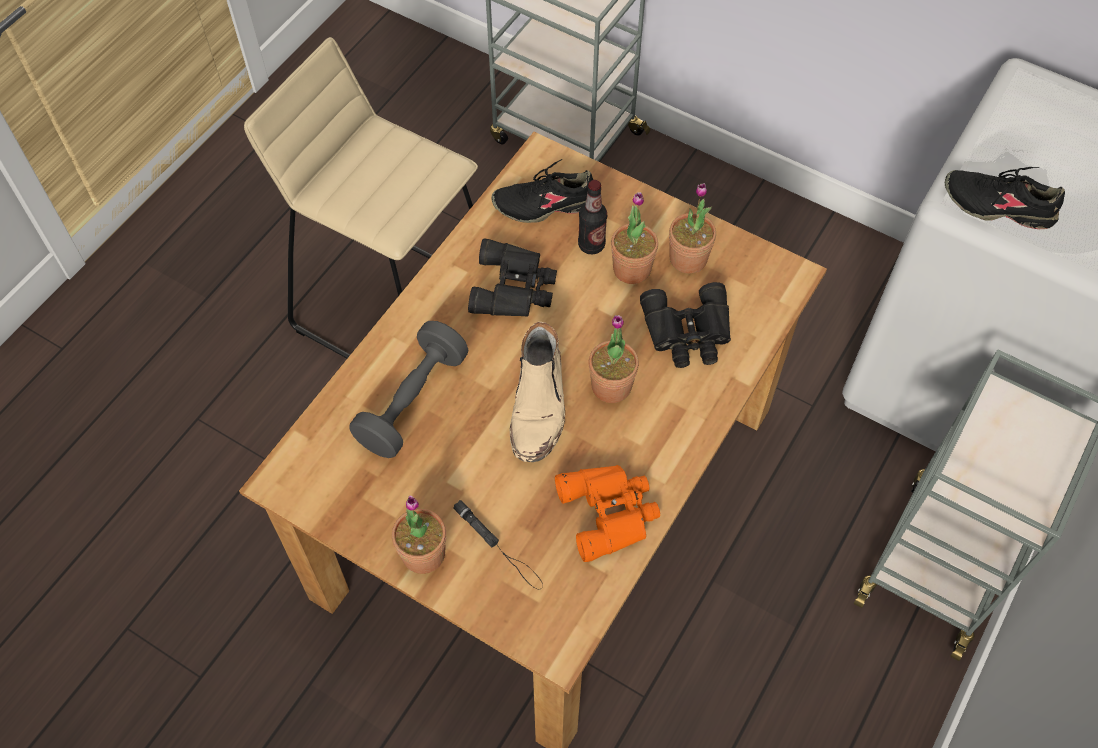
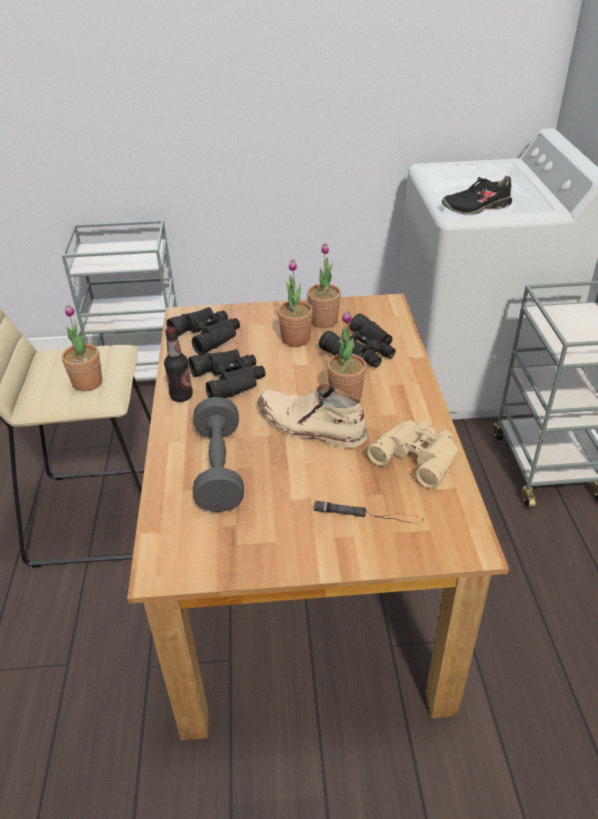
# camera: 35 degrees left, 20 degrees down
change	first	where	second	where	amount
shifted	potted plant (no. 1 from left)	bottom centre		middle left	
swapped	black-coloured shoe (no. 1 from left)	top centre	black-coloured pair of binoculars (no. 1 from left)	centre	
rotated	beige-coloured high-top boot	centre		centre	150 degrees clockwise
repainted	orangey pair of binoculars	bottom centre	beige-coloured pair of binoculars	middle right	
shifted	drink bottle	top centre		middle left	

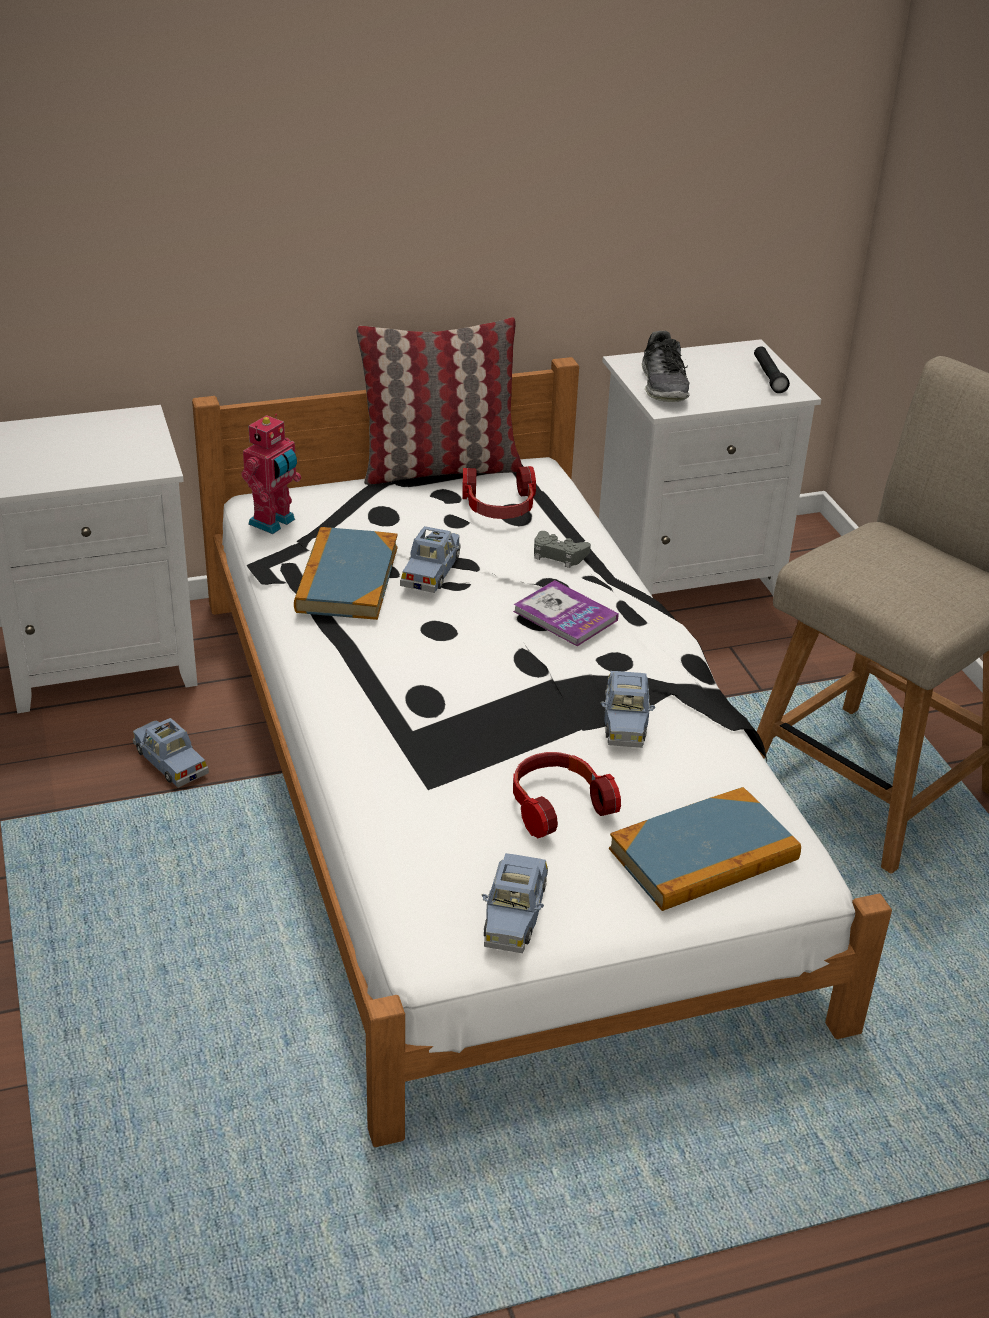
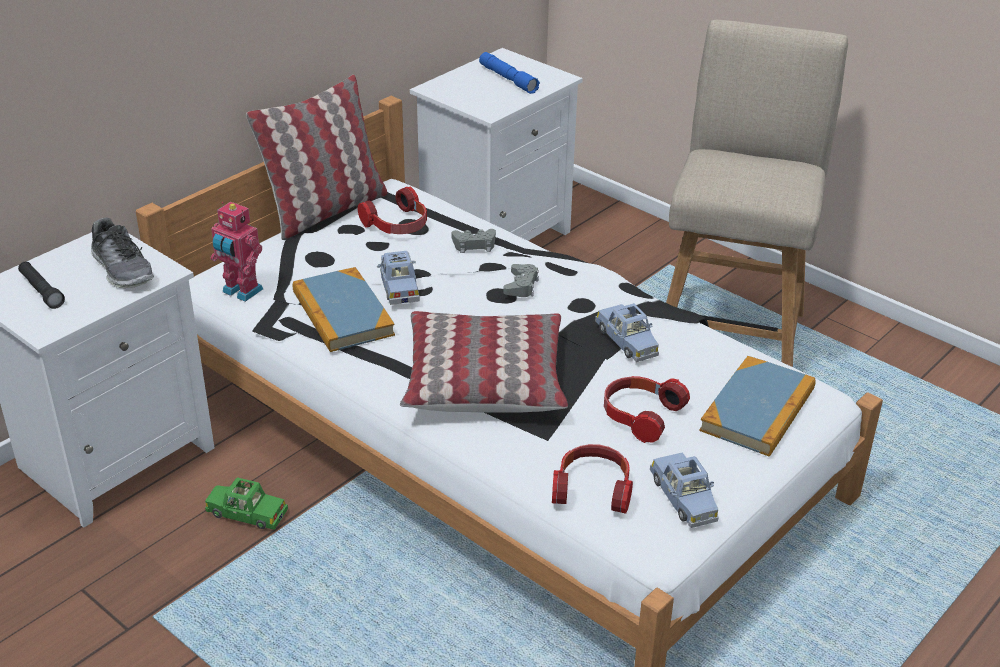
# camera: 30 degrees left, 0 degrees up
change	first	where	second	where	amount
repainted	blue miniature car (no. 1 from left)	middle left	green-coloured miniature car	bottom left	
rotated	model robot	middle left		middle left	120 degrees clockwise
swapped	book (no. 2 from left)	centre	greyish joypad (no. 2 from left)	centre	
shifted	shoe	top right		middle left	
shifted	black-coloured flashlight	top right		middle left	
new			throw pillow (no. 2 from left)	centre	
new			blue flashlight	top centre	
new			pair of headphones (no. 2 from left)	bottom centre	

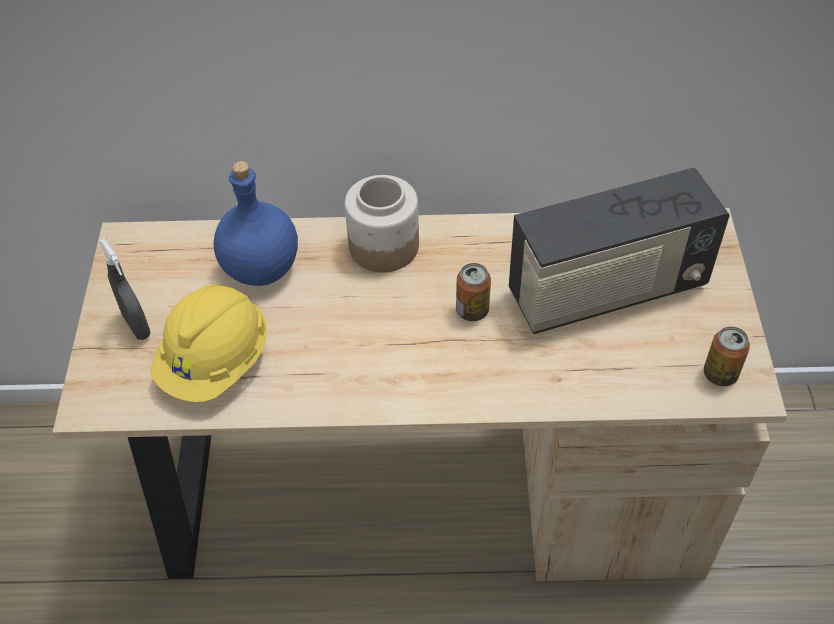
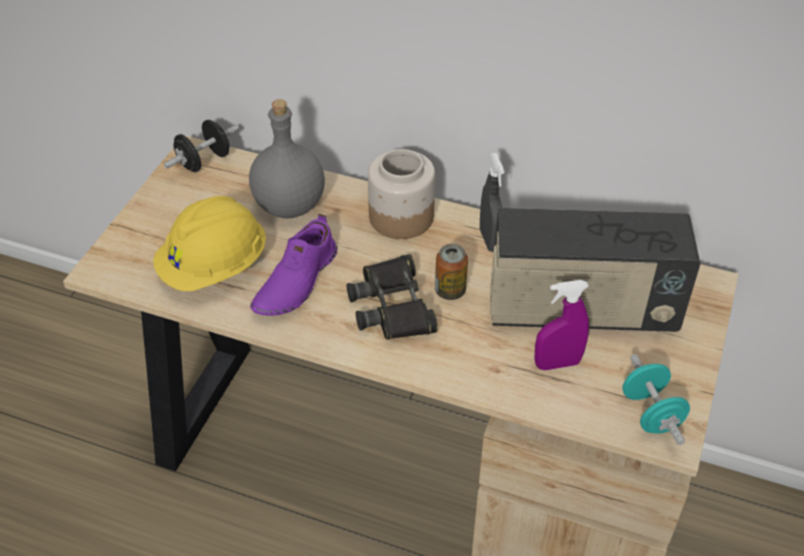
# camera: 20 degrees right, 5 degrees down
change	first	where	second	where	amount
shifted	greyish spray bottle	middle left		centre	
repainted	blue drink bottle	middle left	greyish drink bottle	top centre	
swapped	can (no. 2 from left)	middle right	turquoise-coloured hand weight	bottom right	
new			black-coloured hand weight	top left	
new			purple shoe	centre	
new			black-coloured pair of binoculars	centre	
new			purple spray bottle	middle right	

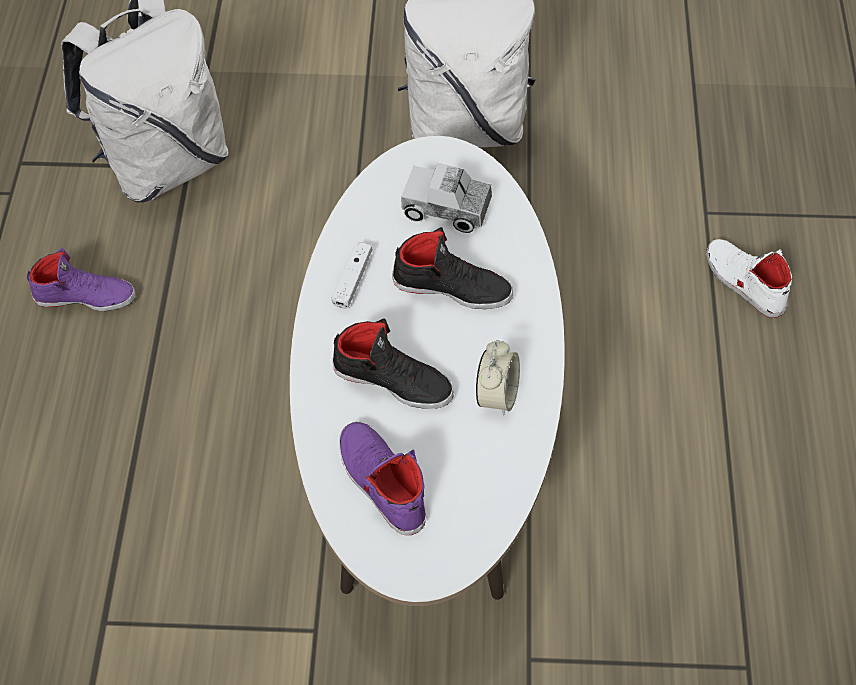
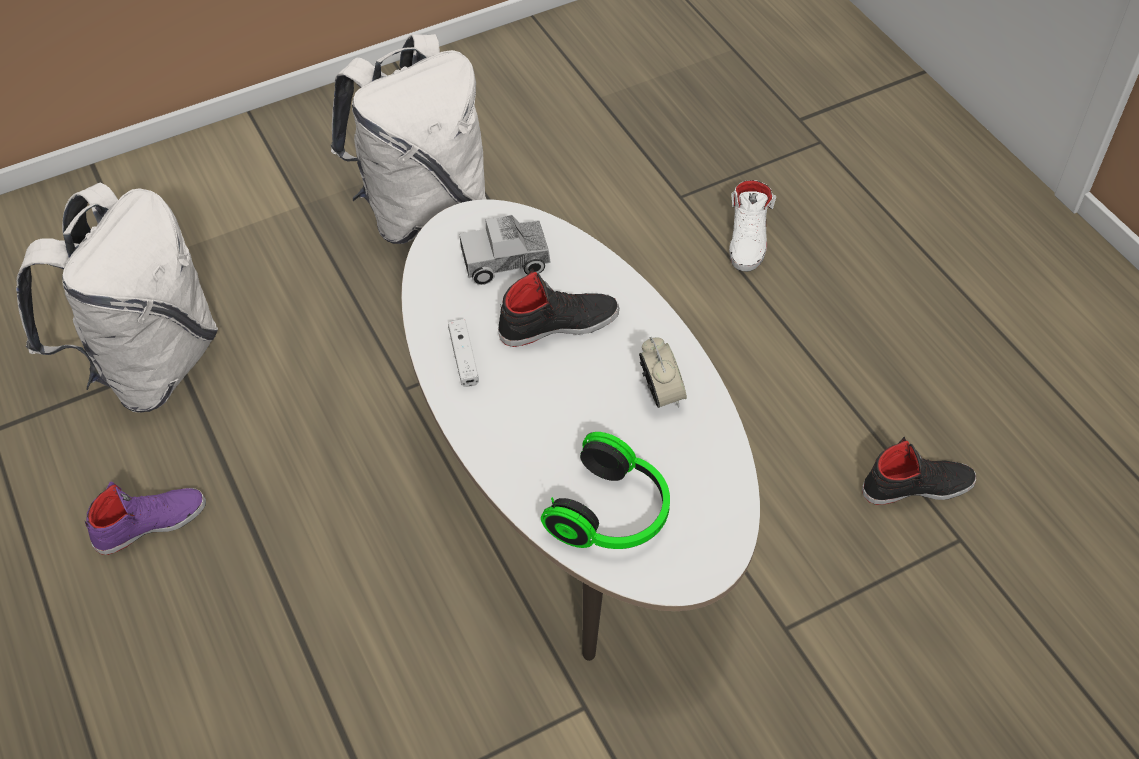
# camera: 30 degrees left, 5 degrees down
change	first	where	second	where	amount
shifted	black-coloured shoe (no. 1 from left in the first image)	centre	black-coloured shoe (no. 2 from left)	middle right	
swapped	purple shoe (no. 2 from left)	bottom centre	pair of headphones	centre	
rotated	white-coloured shoe	middle right		top centre	105 degrees counterclockwise

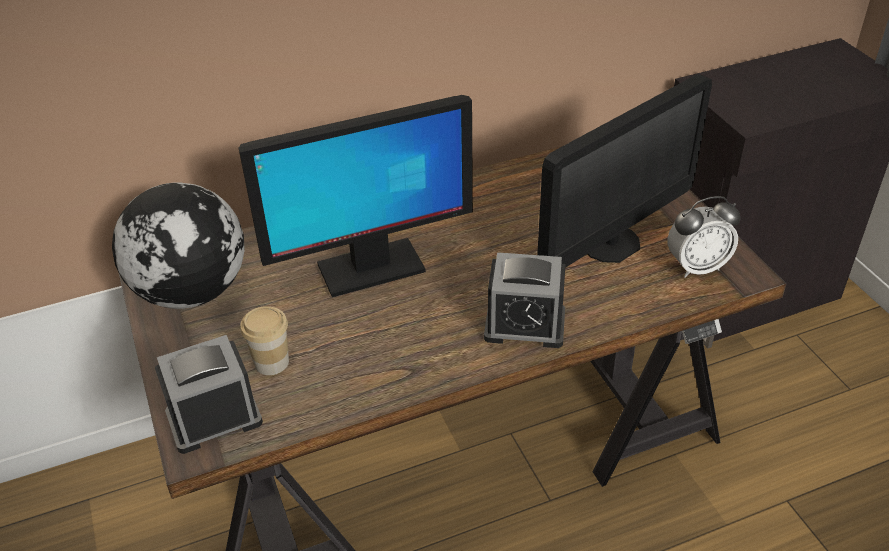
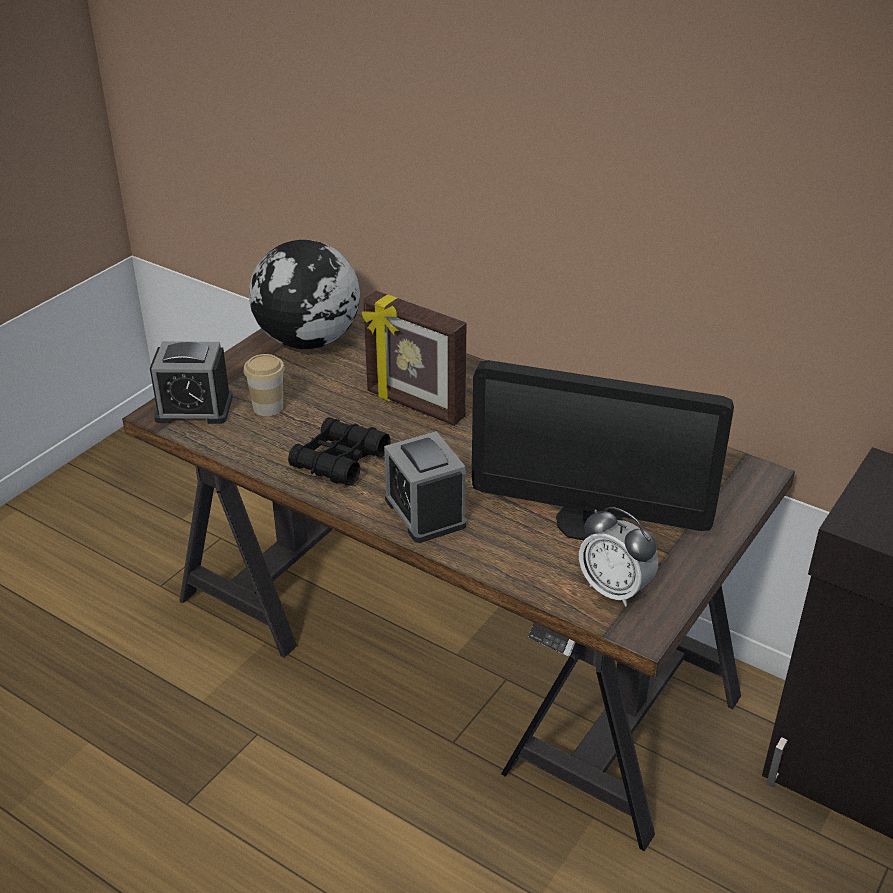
# camera: 55 degrees right, 5 degrees down
change	first	where	second	where	amount
rotated	alarm clock (no. 1 from left)	bottom left		middle left	150 degrees clockwise
swapped	computer display (no. 1 from left)	centre	photo frame	centre	
new			black-coloured pair of binoculars	centre	

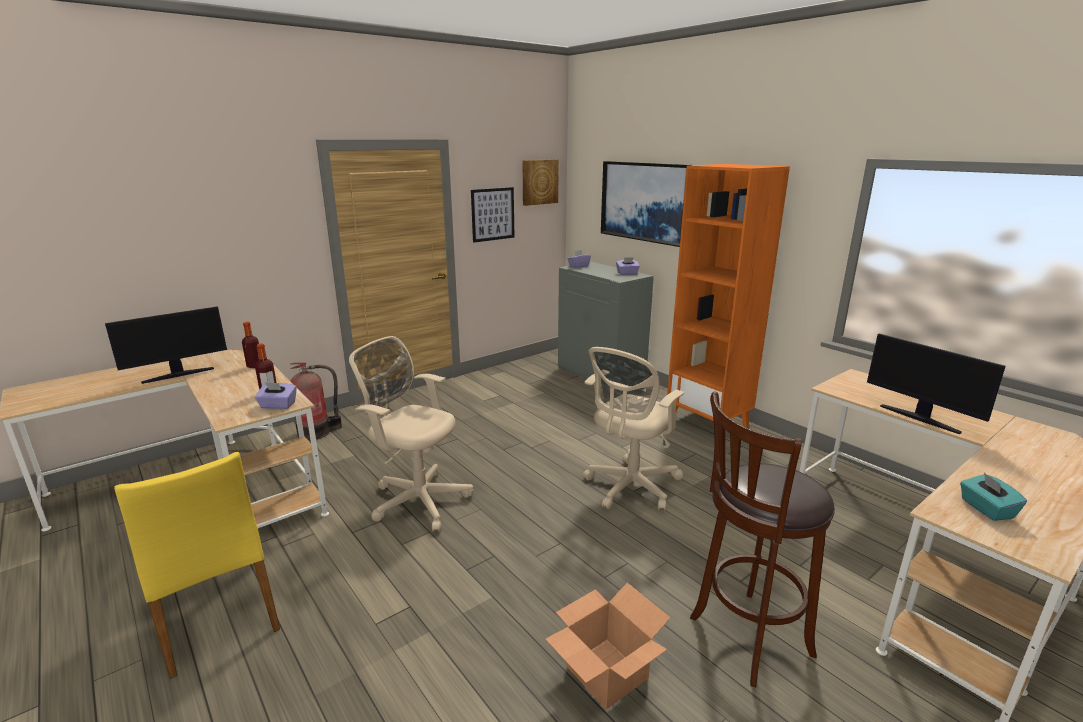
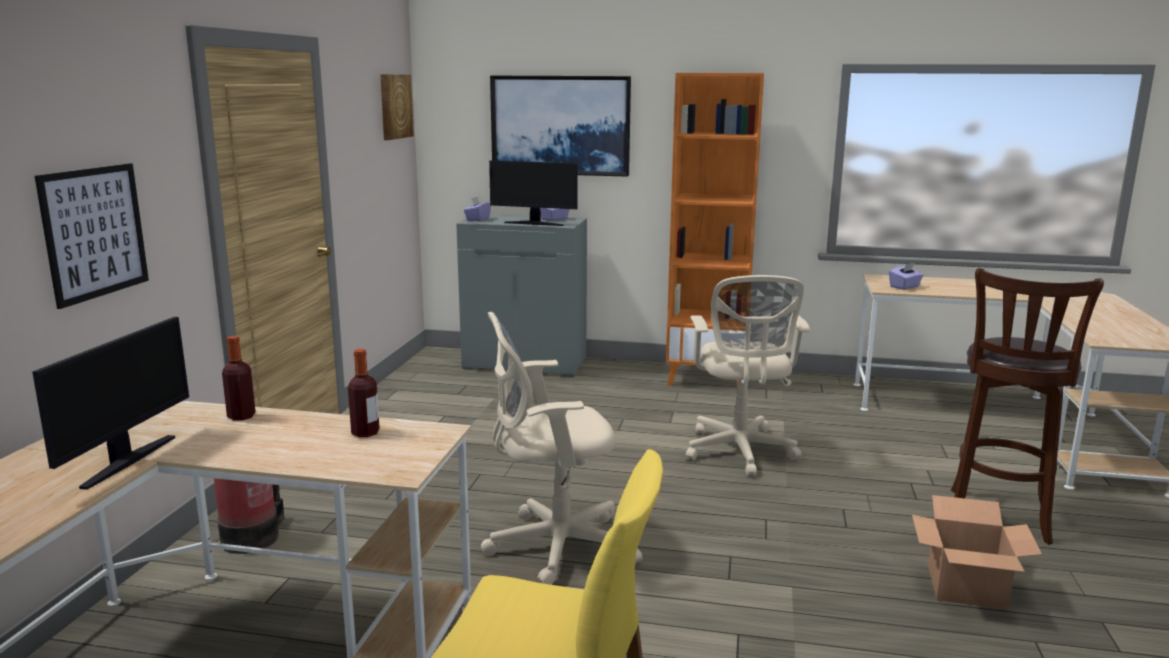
# camera: 40 degrees left, 5 degrees down
change	first	where	second	where	amount
shifted	purple tissue holder (no. 1 from left in the first image)	middle left	purple tissue holder (no. 3 from left)	middle right	
shifted	wall art (no. 1 from left)	top centre		middle left	
shifted	computer display (no. 2 from left)	middle right		top centre	
gone	turquoise-coloured tissue holder	bottom right			

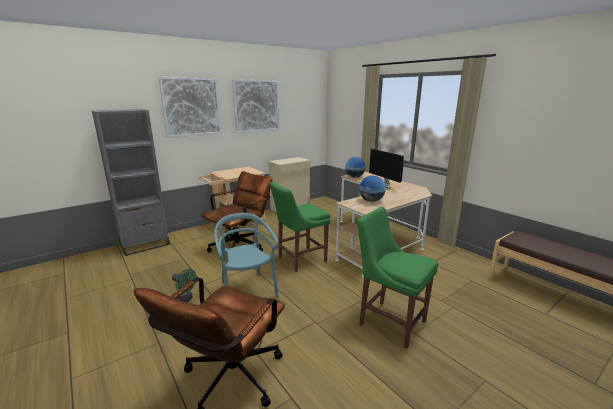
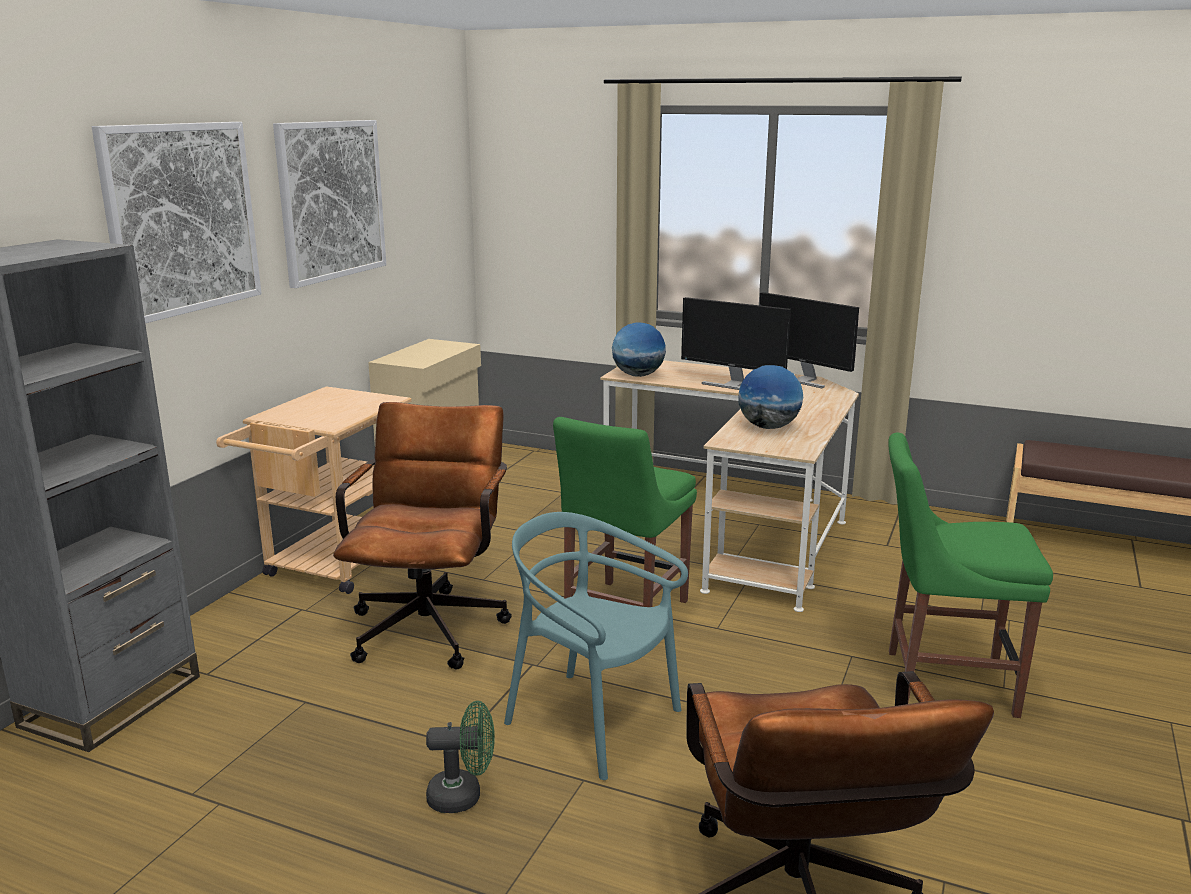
# camera: 30 degrees left, 0 degrees up
change	first	where	second	where	amount
new			computer display (no. 2 from left)	middle right	

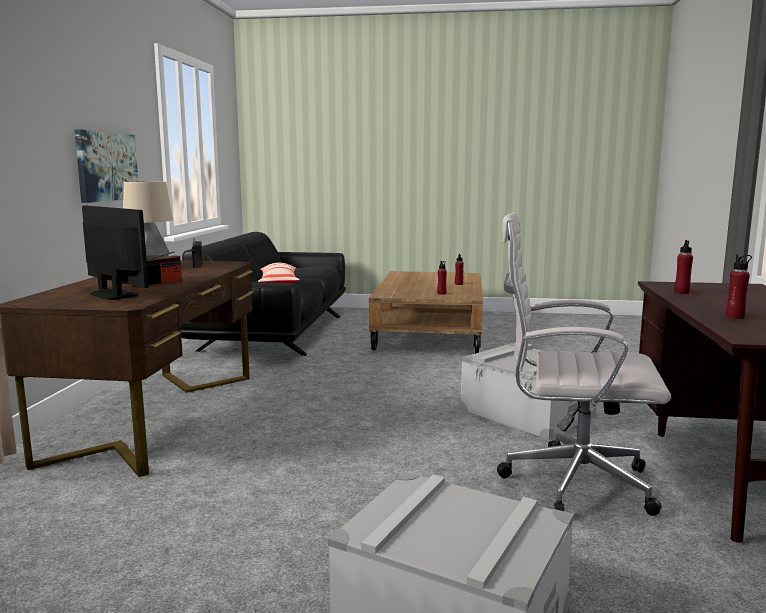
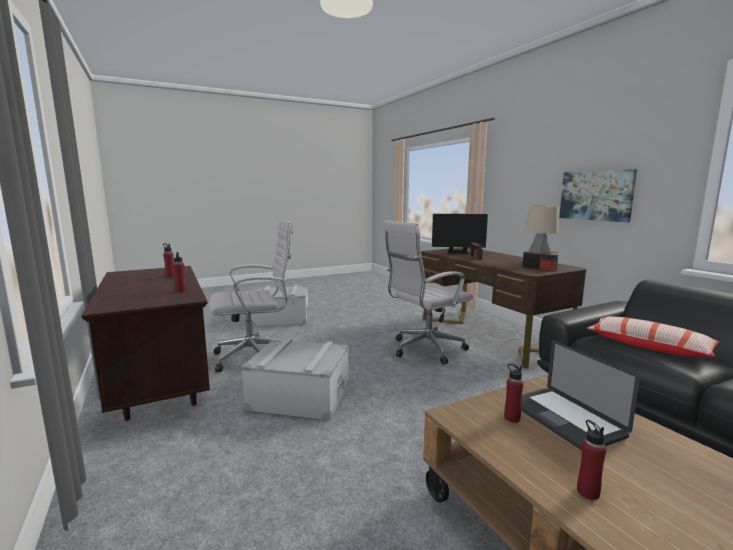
# camera: 145 degrees right, 0 degrees up
change	first	where	second	where	amount
new			white-coloured office chair (no. 2 from left)	centre	
new			portable computer	bottom right	

